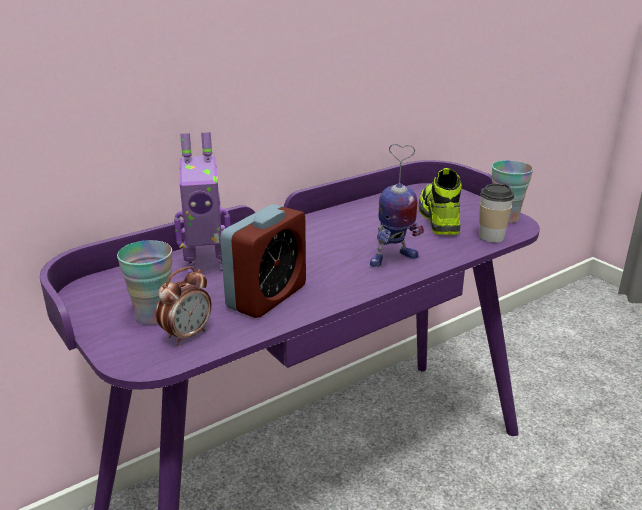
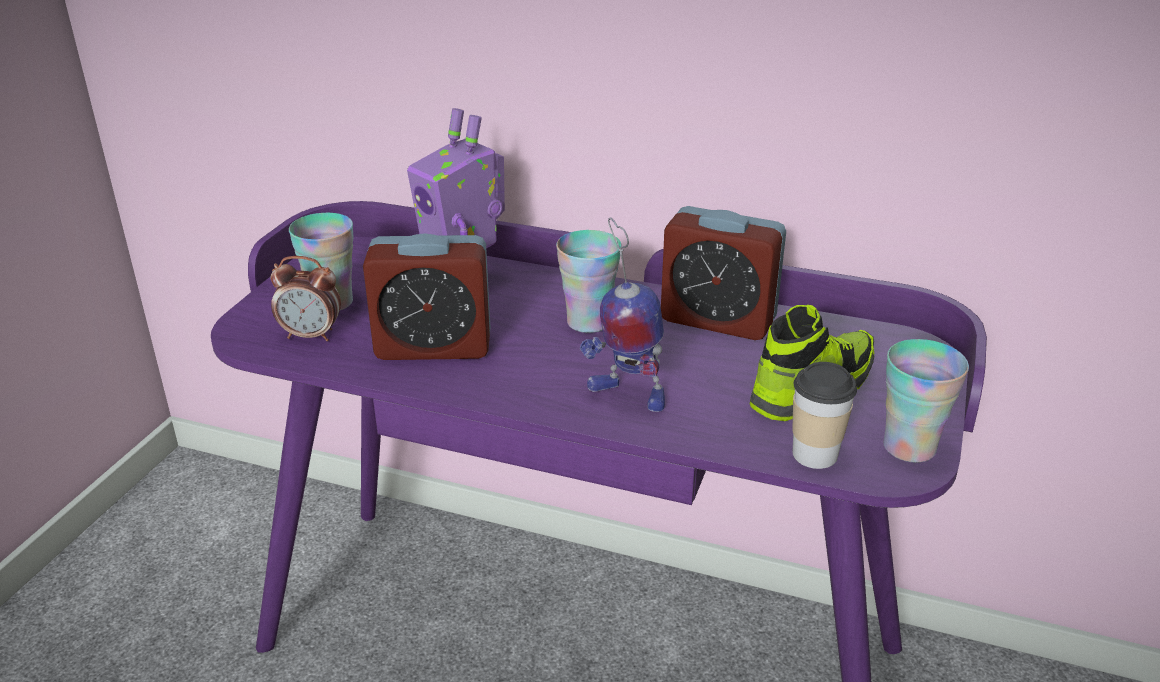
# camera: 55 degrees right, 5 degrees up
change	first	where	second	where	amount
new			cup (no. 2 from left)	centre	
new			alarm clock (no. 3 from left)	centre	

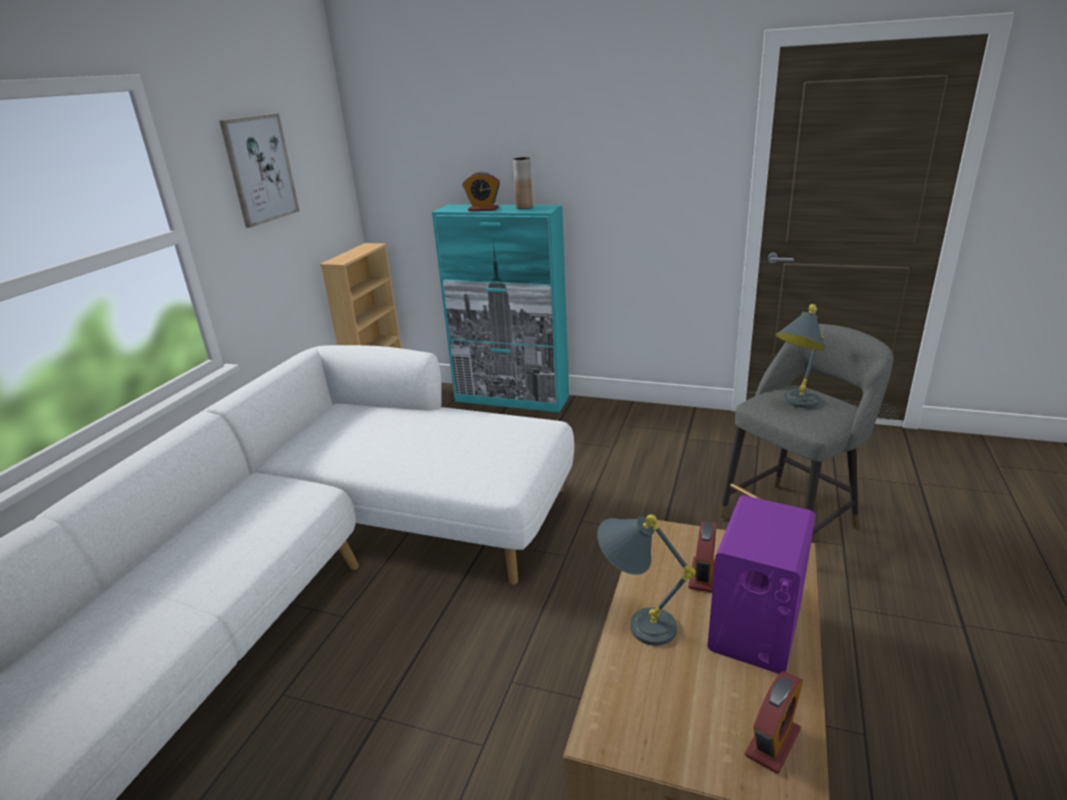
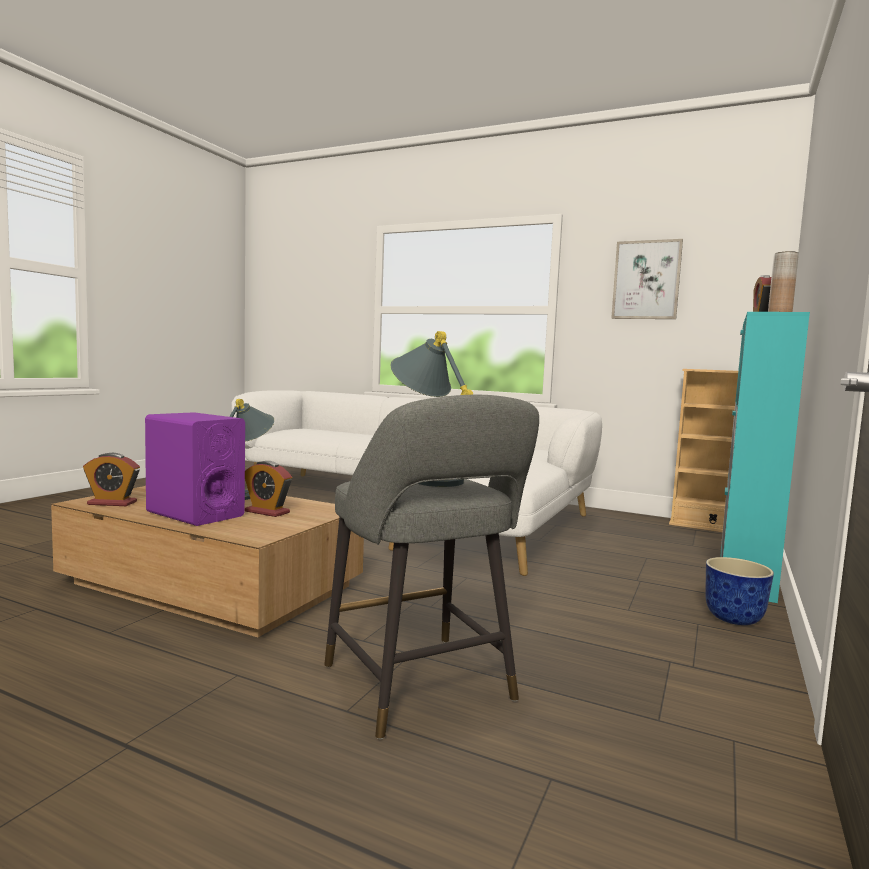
# camera: 95 degrees right, 20 degrees down
change	first	where	second	where	amount
rotated	alarm clock (no. 3 from left in the first image)	bottom right	alarm clock (no. 1 from left)	middle left	45 degrees counterclockwise
new			planter	bottom right	

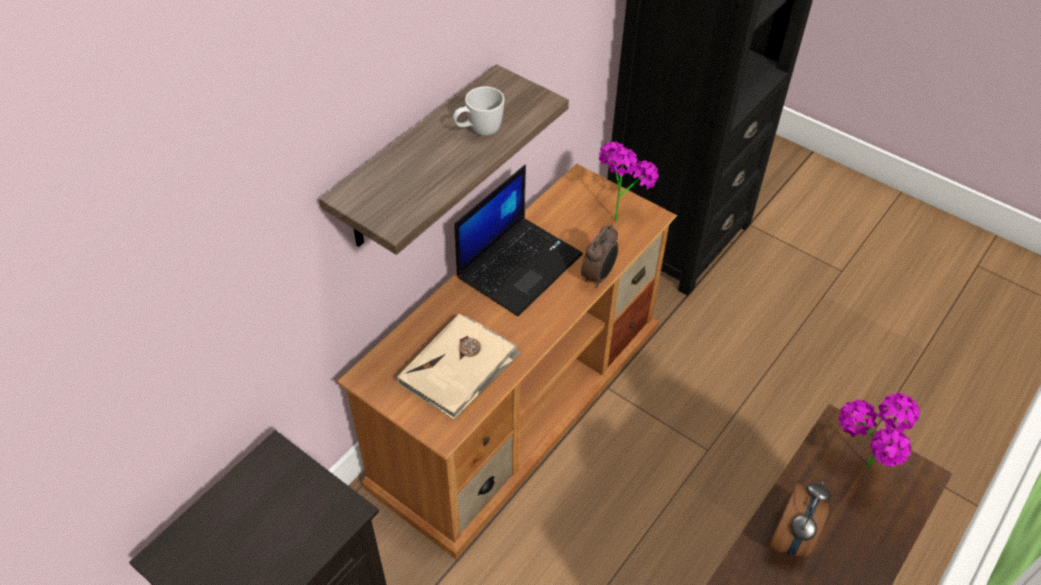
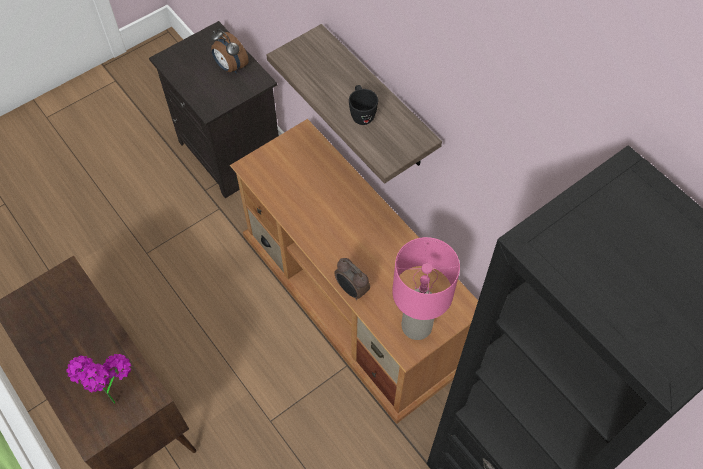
# camera: 105 degrees right, 10 degrees up
change	first	where	second	where	amount
gone	beige-coloured book	centre			
repainted	white-coloured tea mug	top centre	black-coloured tea mug	top centre	
gone	portable computer	centre			
swapped	potted plant (no. 1 from left)	top centre	pink tabletop lamp	centre	
shifted	alarm clock (no. 2 from left in the first image)	bottom right	alarm clock (no. 1 from left)	top left	

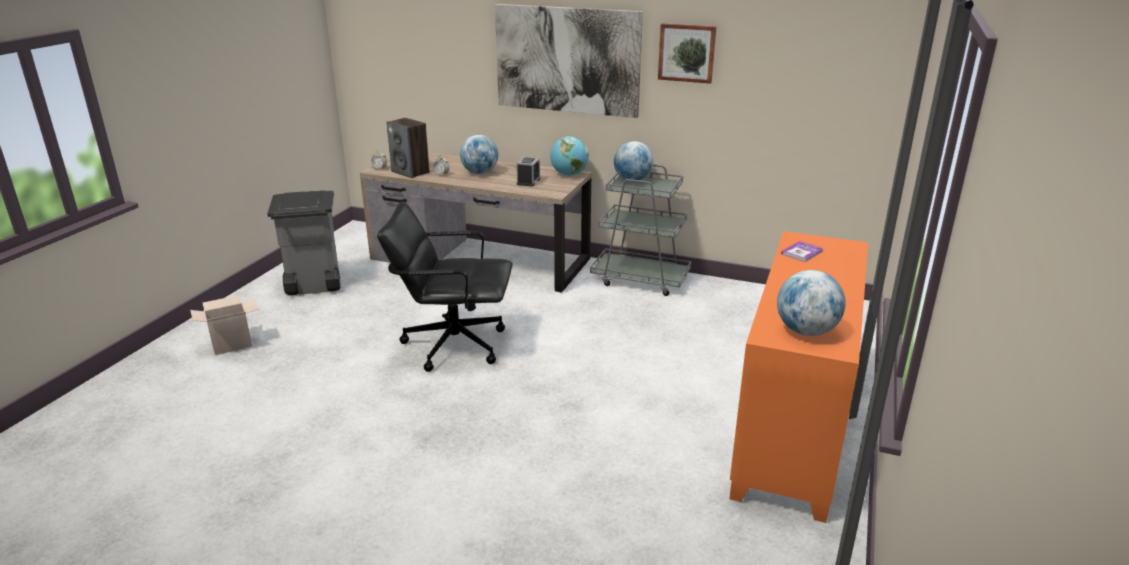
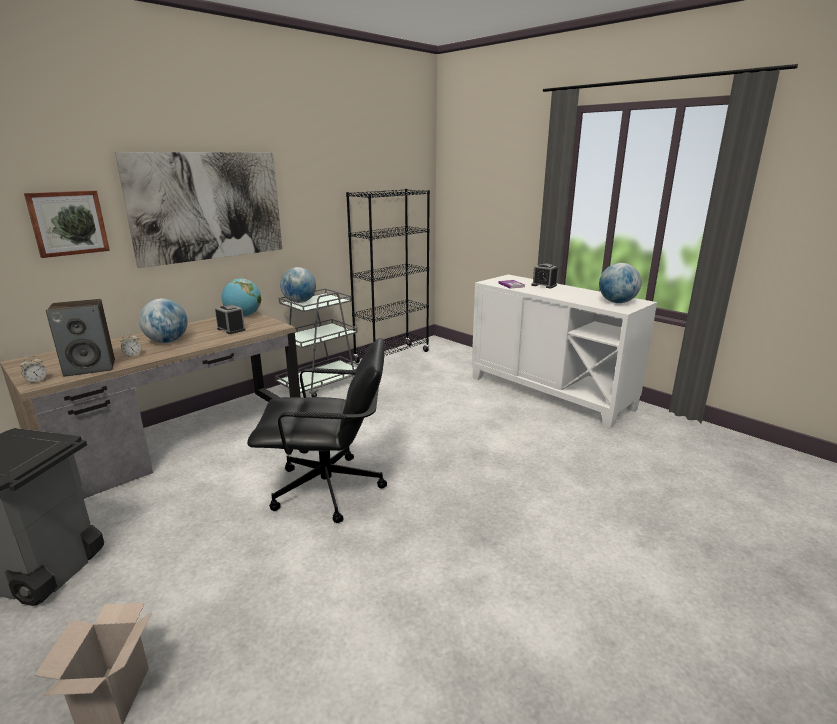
# camera: 65 degrees left, 5 degrees down
change	first	where	second	where	amount
rotated	black-coloured office chair	centre		centre	120 degrees counterclockwise
shifted	wall art (no. 2 from left in the first image)	top centre	wall art (no. 1 from left)	top left	
repainted	orangey cupboard	bottom right	white-coloured cupboard	middle right	
new			black-coloured bookcase	centre	
new			alarm clock (no. 4 from left)	centre	

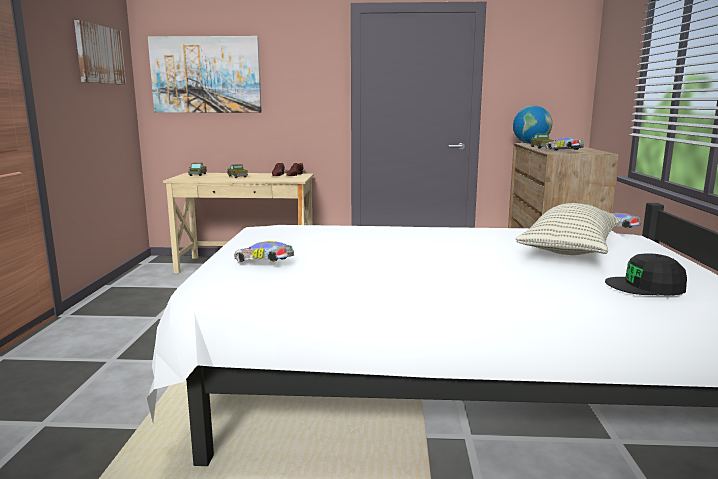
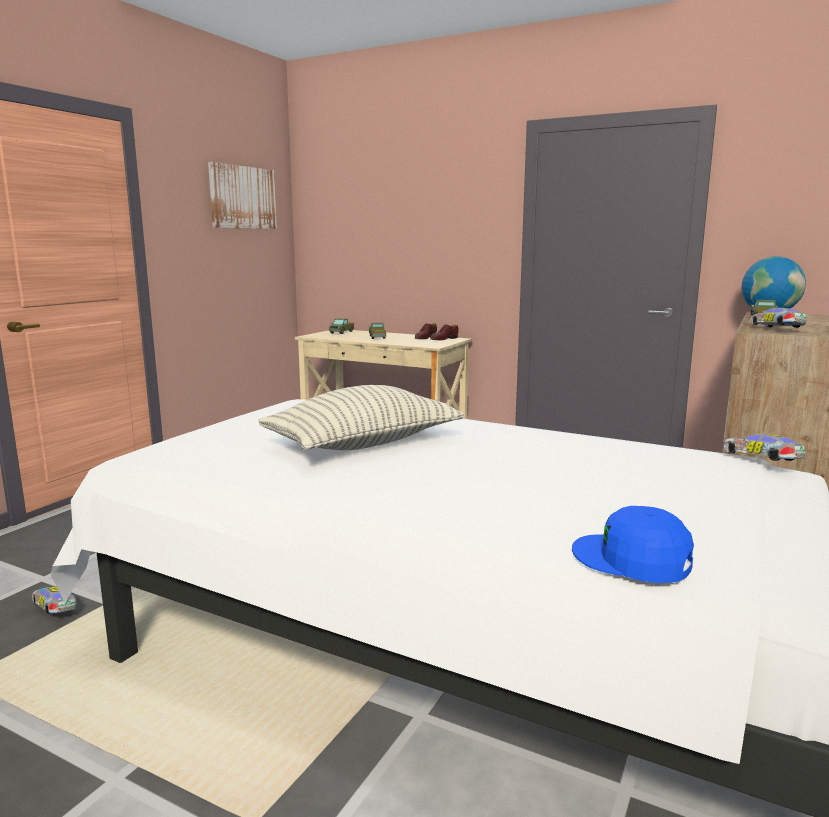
# camera: 25 degrees right, 0 degrees up
change	first	where	second	where	amount
gone	wall art (no. 2 from left)	top left			
shifted	miniature car (no. 1 from left)	centre		bottom left	
shifted	throw pillow	middle right		centre	
repainted	black-coloured baseball cap	middle right	blue baseball cap	middle right	

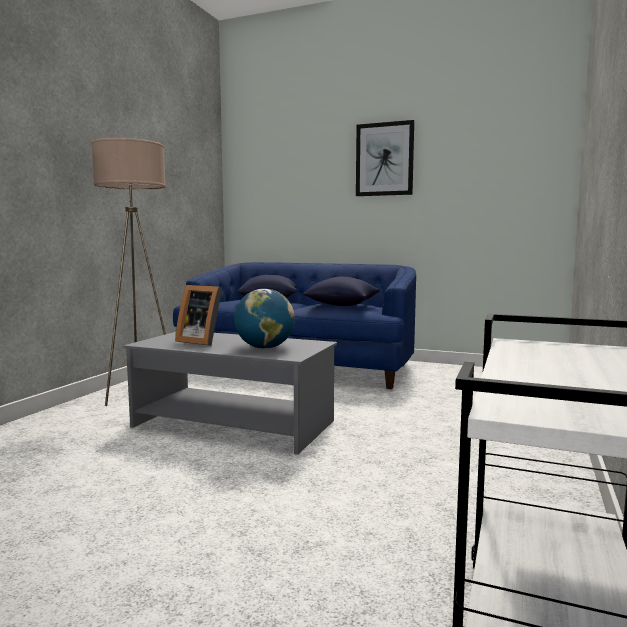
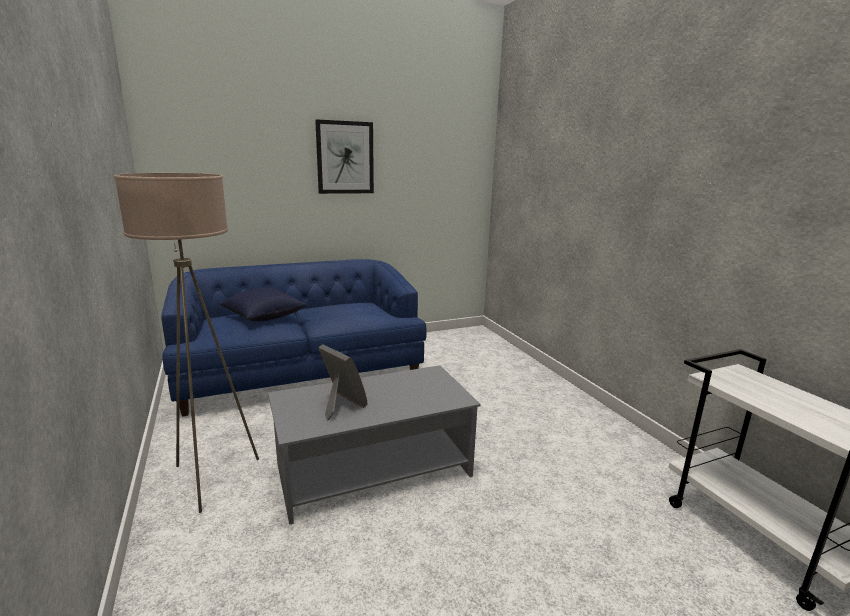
# camera: 45 degrees left, 10 degrees up
change	first	where	second	where	amount
rotated	photo frame	middle left		centre	120 degrees counterclockwise
gone	world globe	centre			
gone	blue throw pillow (no. 2 from left)	centre			

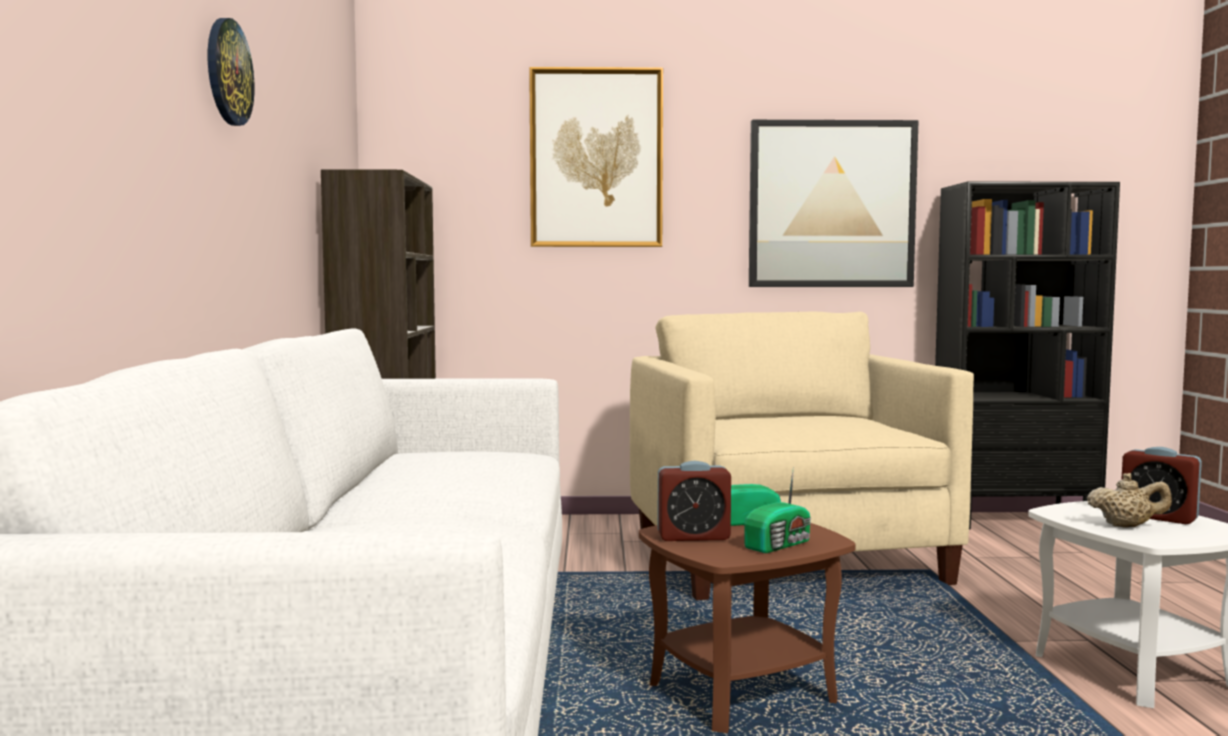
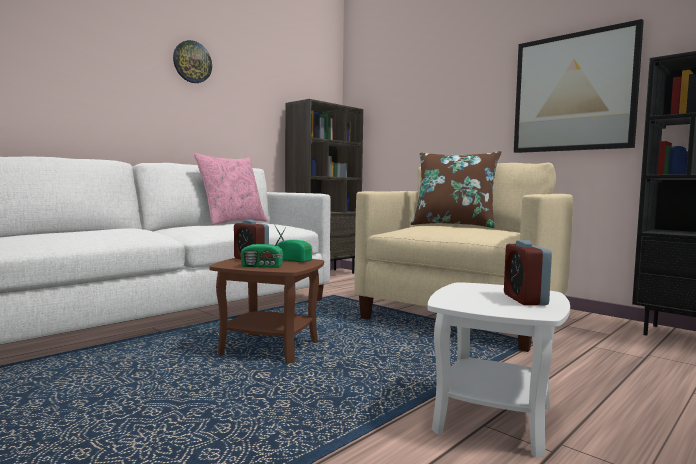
# camera: 45 degrees right, 0 degrees up
change	first	where	second	where	amount
gone	wall art (no. 1 from left)	top centre			
gone	beige-coloured pot for tea	bottom right			
new			pink throw pillow	middle left	
new			brownish throw pillow	centre	

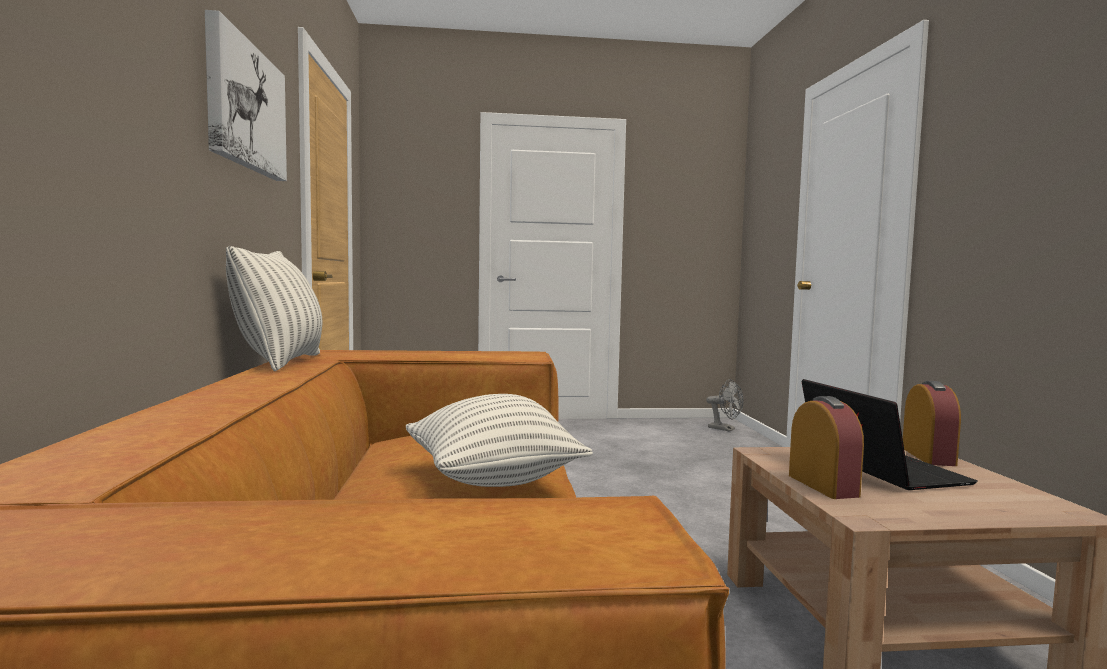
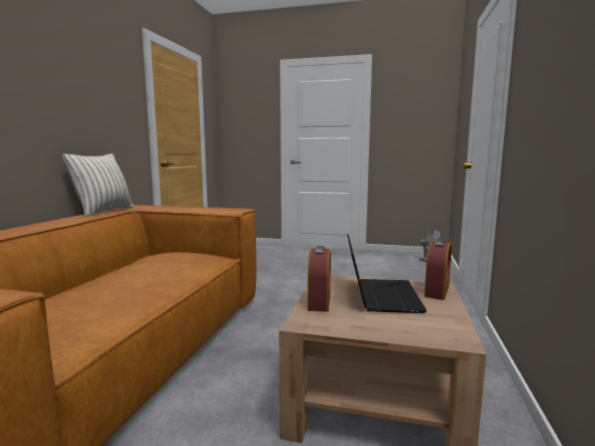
# camera: 20 degrees right, 5 degrees up
change	first	where	second	where	amount
gone	wall art	top left			
gone	throw pillow (no. 2 from left)	centre			

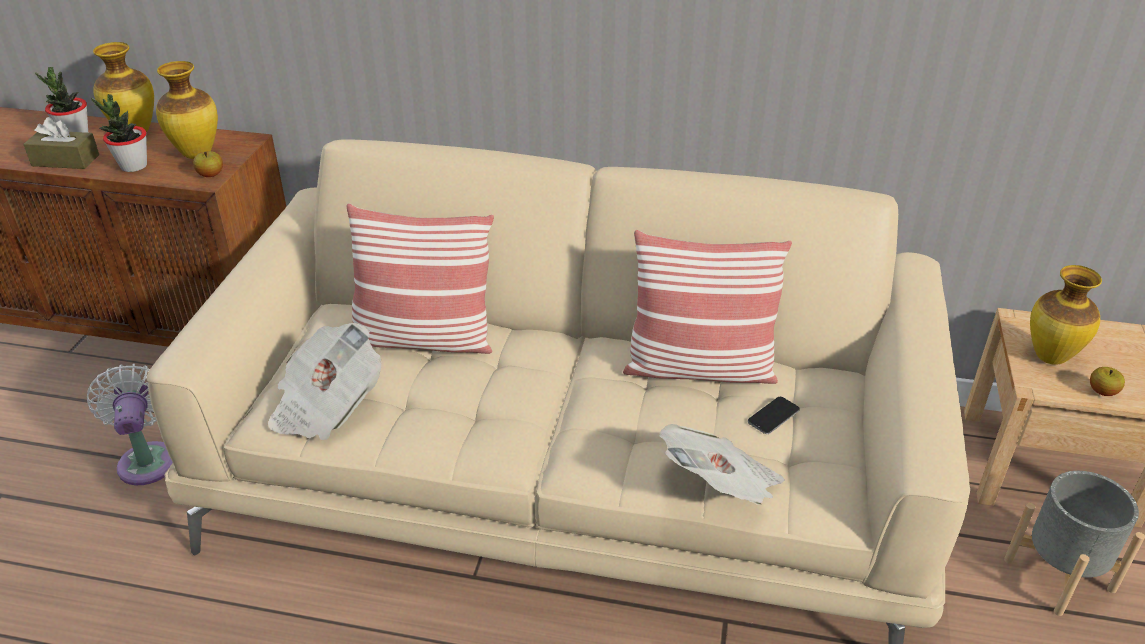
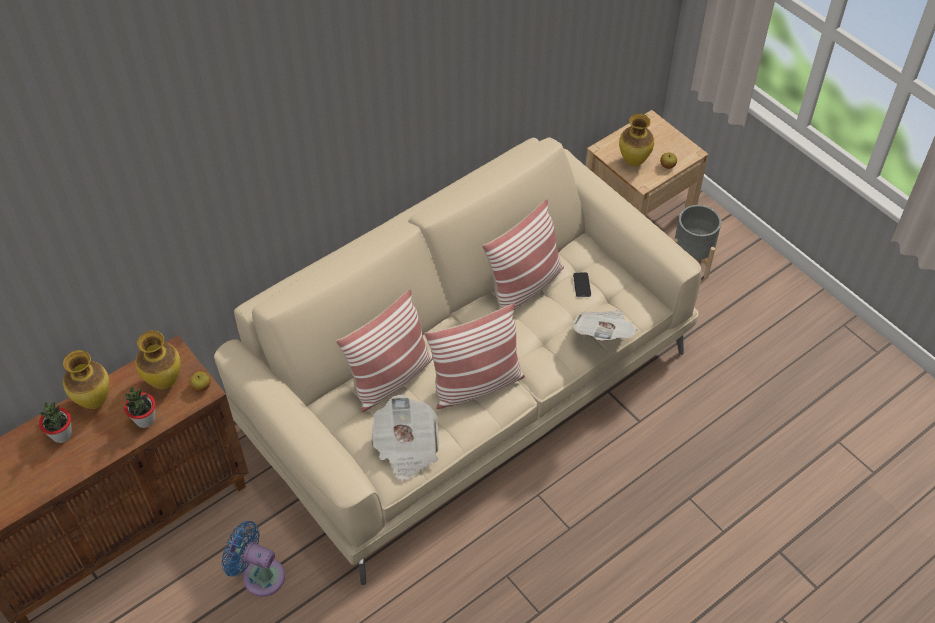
# camera: 50 degrees left, 15 degrees up
change	first	where	second	where	amount
gone	brownish tissue holder	top left			
repainted	white-coloured electric fan	middle left	blue electric fan	bottom left	
new			throw pillow (no. 2 from left)	centre	

